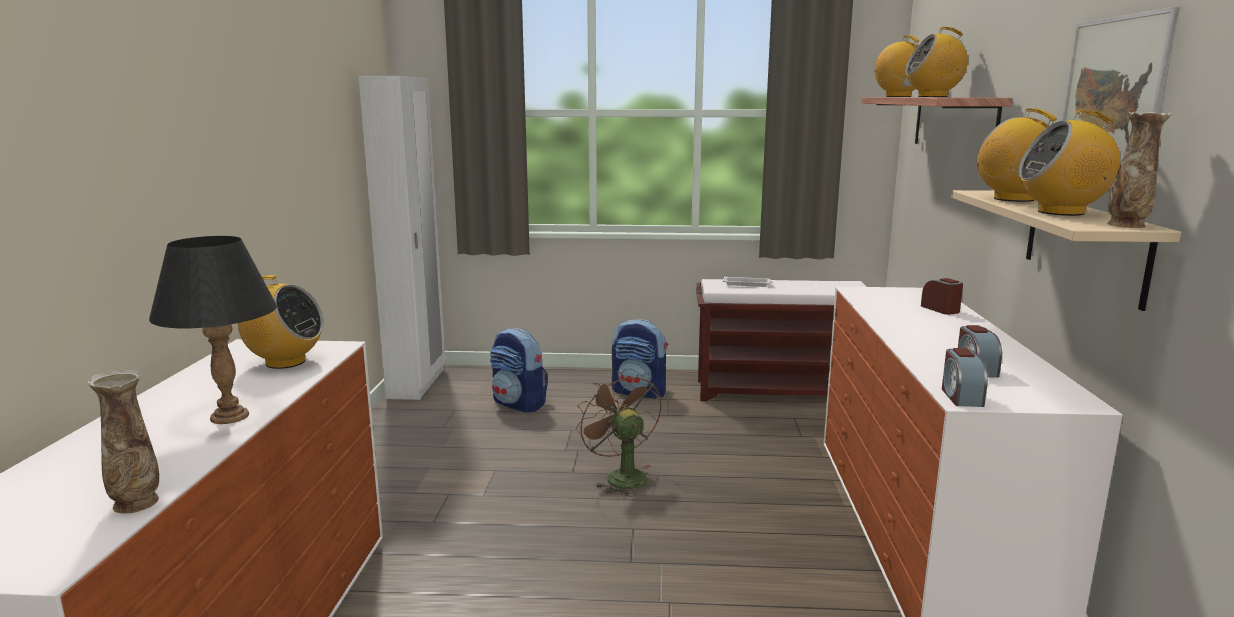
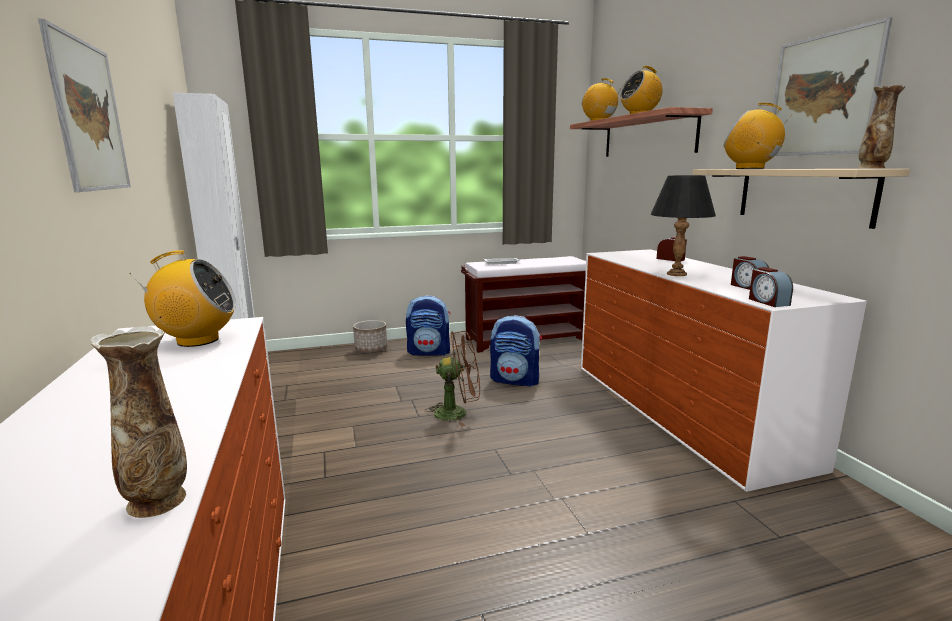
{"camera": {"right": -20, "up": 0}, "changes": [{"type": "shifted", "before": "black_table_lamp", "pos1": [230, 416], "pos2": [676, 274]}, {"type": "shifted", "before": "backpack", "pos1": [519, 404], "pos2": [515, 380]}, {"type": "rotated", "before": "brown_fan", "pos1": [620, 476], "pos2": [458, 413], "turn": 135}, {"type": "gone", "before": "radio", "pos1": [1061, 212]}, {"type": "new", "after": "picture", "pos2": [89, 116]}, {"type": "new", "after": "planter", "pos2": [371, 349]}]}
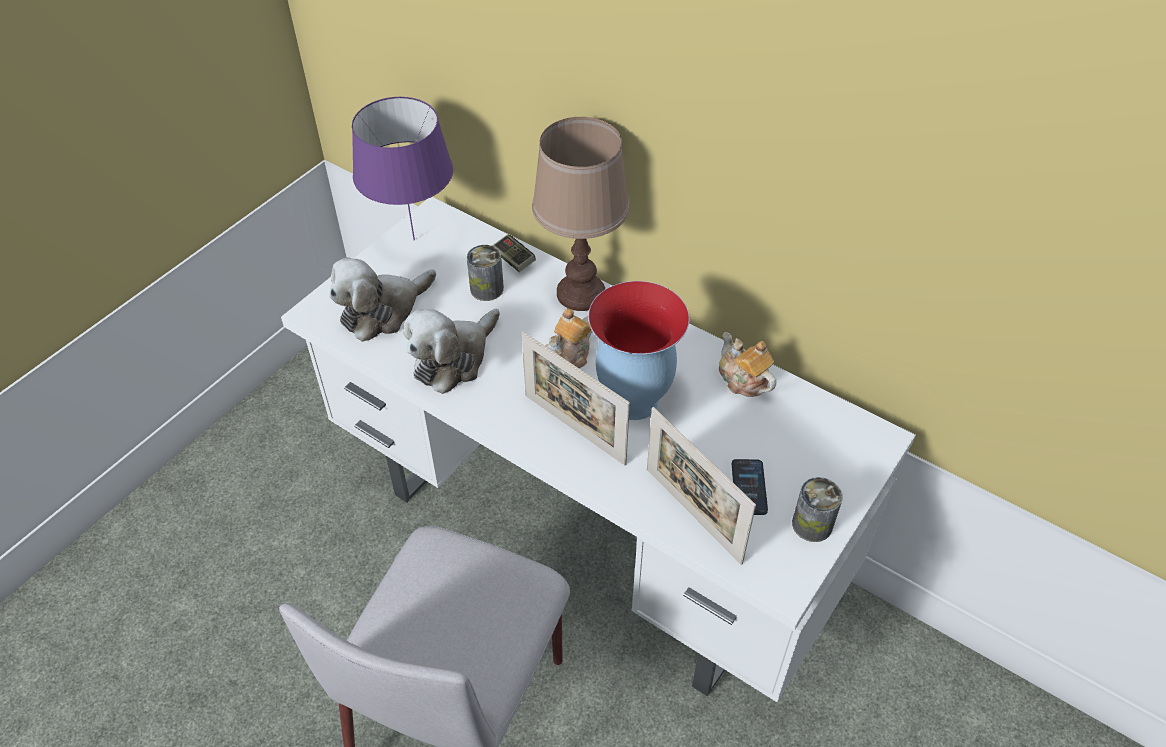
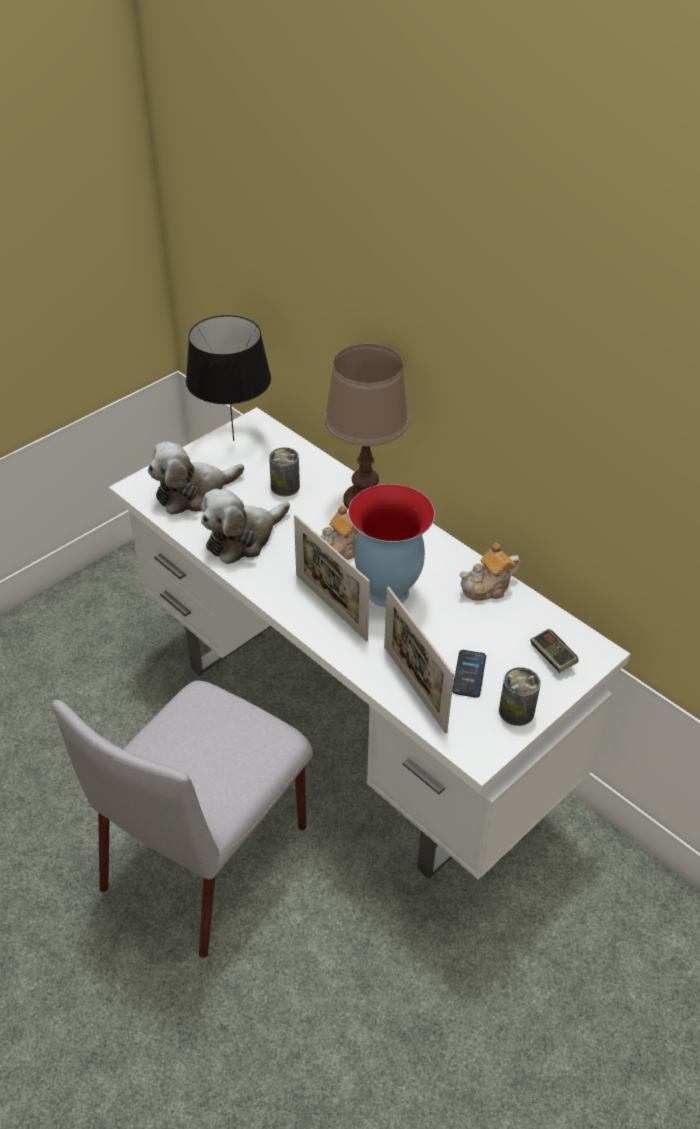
{"camera": {"right": 10, "up": -5}, "changes": [{"type": "repainted", "before": "purple_table_lamp", "after": "black_table_lamp", "pos1": [413, 240], "pos2": [232, 440]}, {"type": "shifted", "before": "game_controller", "pos1": [513, 260], "pos2": [552, 657]}, {"type": "rotated", "before": "teapot", "pos1": [743, 380], "pos2": [487, 588], "turn": -90}]}
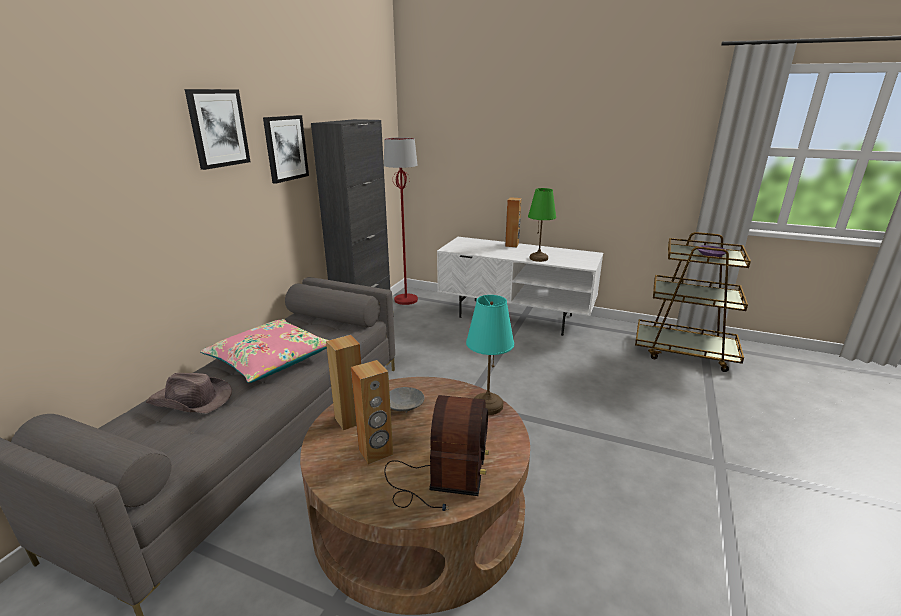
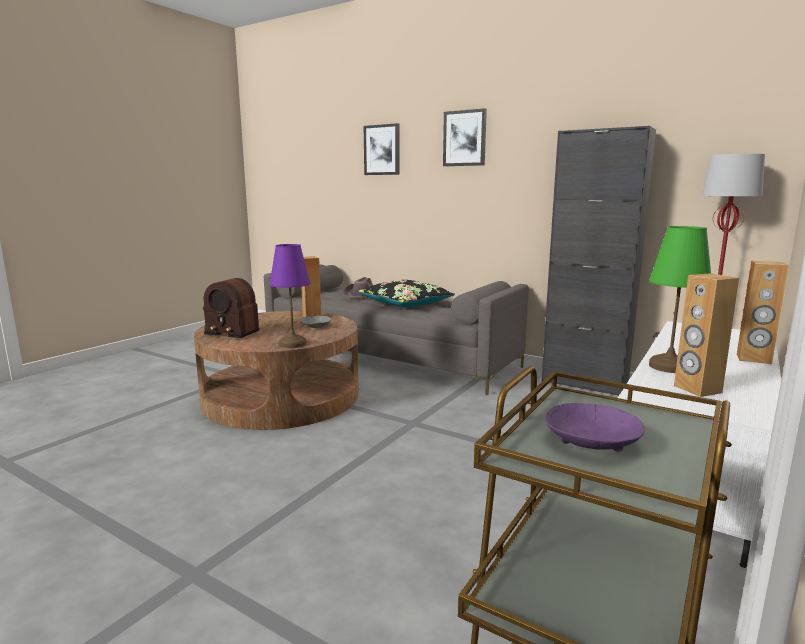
{"camera": {"right": 100, "up": -10}, "changes": [{"type": "repainted", "before": "pink_pillow", "after": "black_pillow", "pos1": [270, 360], "pos2": [406, 303]}, {"type": "shifted", "before": "picture", "pos1": [285, 148], "pos2": [382, 150]}, {"type": "shifted", "before": "brown_speaker", "pos1": [376, 452], "pos2": [697, 389]}, {"type": "repainted", "before": "turquoise_table_lamp", "after": "purple_table_lamp", "pos1": [487, 406], "pos2": [292, 344]}]}
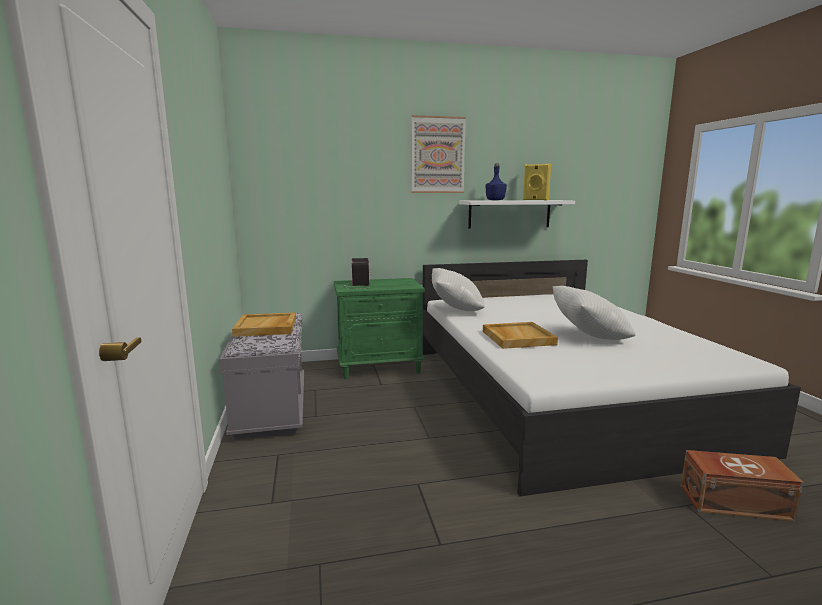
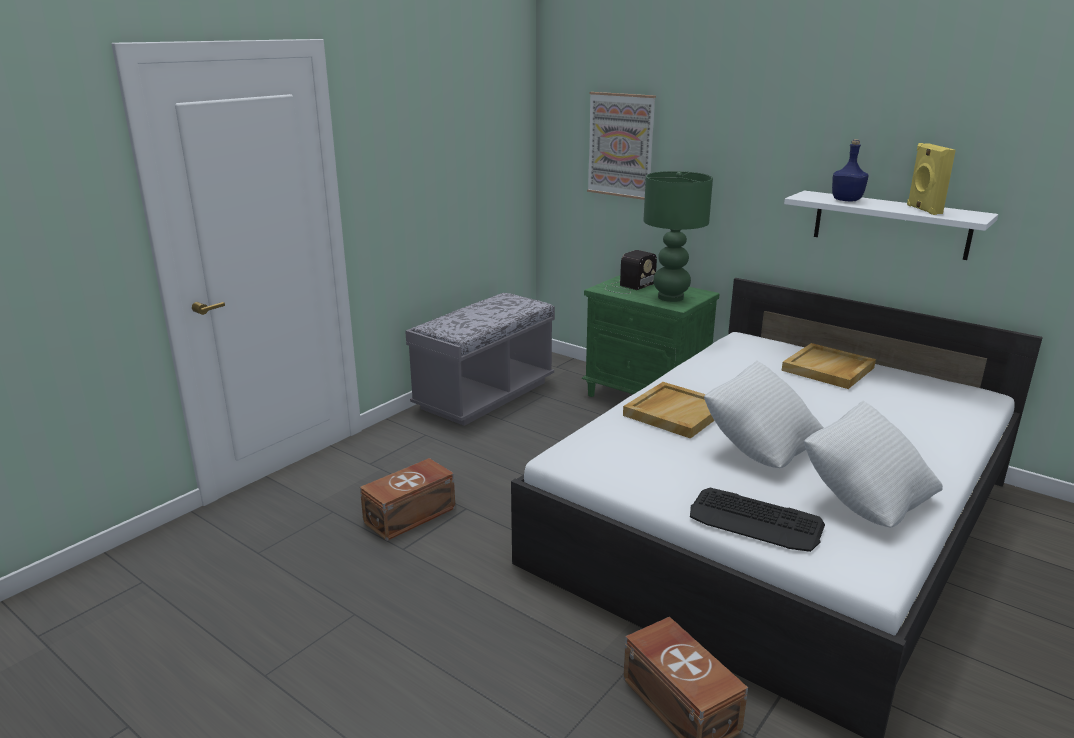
{"camera": {"right": 50, "up": 10}, "changes": [{"type": "shifted", "before": "beige_tray", "pos1": [266, 327], "pos2": [828, 369]}, {"type": "shifted", "before": "picture", "pos1": [438, 155], "pos2": [621, 145]}, {"type": "shifted", "before": "white_pillow", "pos1": [456, 309], "pos2": [865, 500]}, {"type": "new", "after": "brown_storage_box", "pos2": [411, 515]}, {"type": "new", "after": "green_table_lamp", "pos2": [671, 297]}, {"type": "new", "after": "keyboard", "pos2": [755, 521]}]}
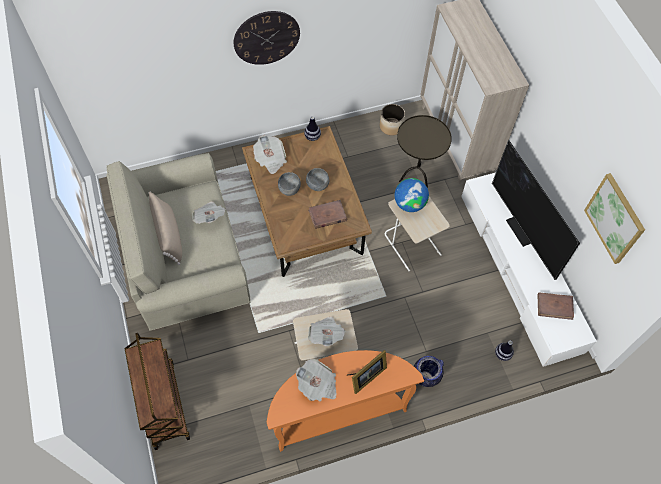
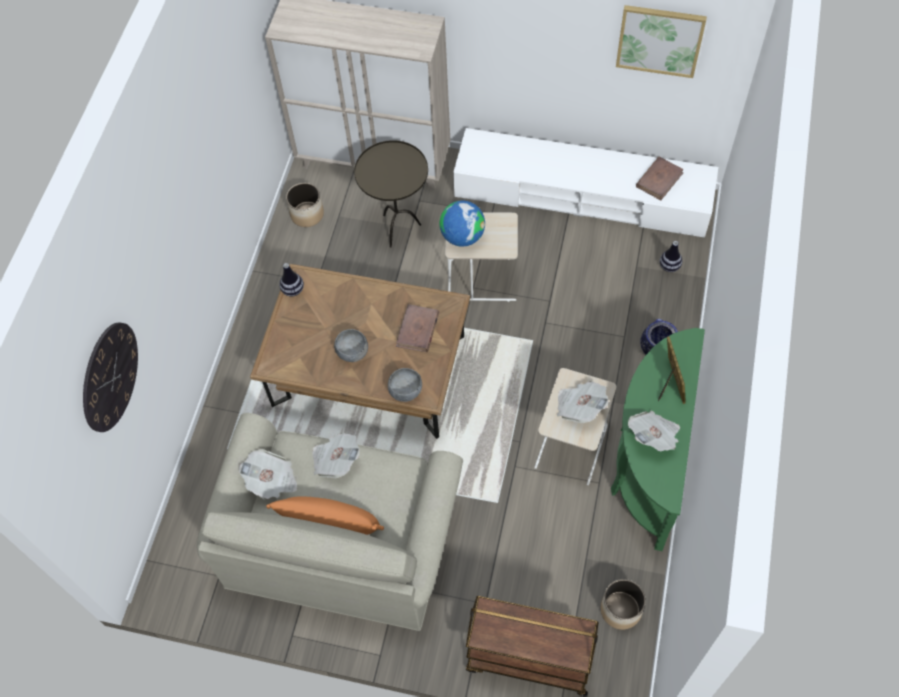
{"camera": {"right": -55, "up": 0}, "changes": [{"type": "repainted", "before": "beige_pillow", "after": "orange_pillow", "pos1": [169, 234], "pos2": [329, 522]}, {"type": "shifted", "before": "wall_clock", "pos1": [266, 38], "pos2": [109, 377]}, {"type": "shifted", "before": "newspaper", "pos1": [270, 159], "pos2": [272, 481]}, {"type": "repainted", "before": "orange_console_table", "after": "green_console_table", "pos1": [338, 412], "pos2": [647, 464]}, {"type": "shifted", "before": "grey_bowl", "pos1": [317, 185], "pos2": [405, 392]}, {"type": "gone", "before": "television", "pos1": [522, 230]}, {"type": "new", "after": "planter", "pos2": [620, 610]}]}
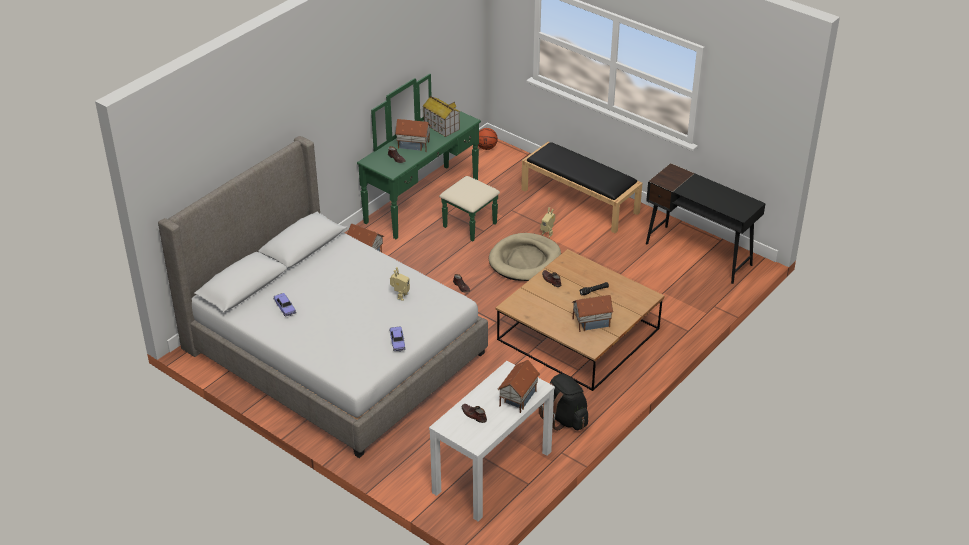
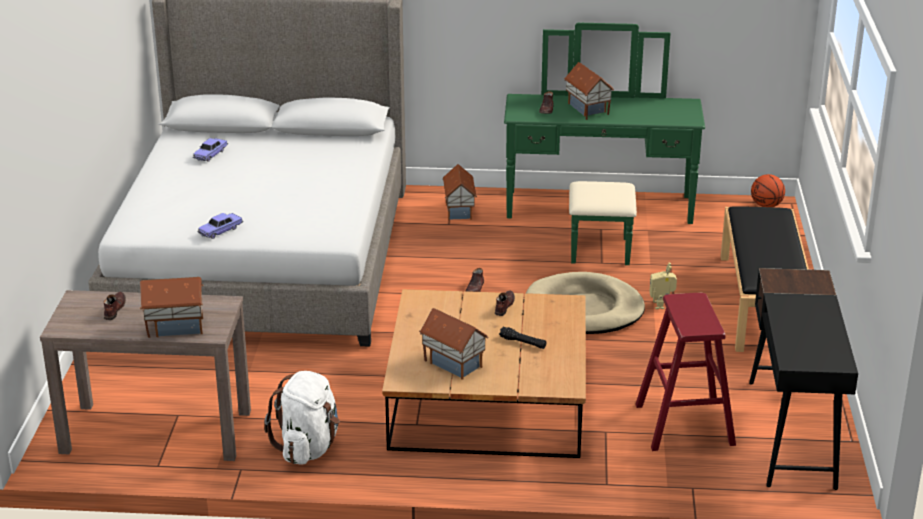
{"camera": {"right": 55, "up": -10}, "changes": [{"type": "gone", "before": "toy_robot", "pos1": [400, 296]}, {"type": "gone", "before": "toy_house", "pos1": [441, 126]}, {"type": "repainted", "before": "white_console_table", "after": "brown_console_table", "pos1": [492, 472], "pos2": [155, 432]}, {"type": "repainted", "before": "black_backpack", "after": "white_backpack", "pos1": [564, 418], "pos2": [308, 448]}, {"type": "new", "after": "red_stool", "pos2": [684, 424]}]}
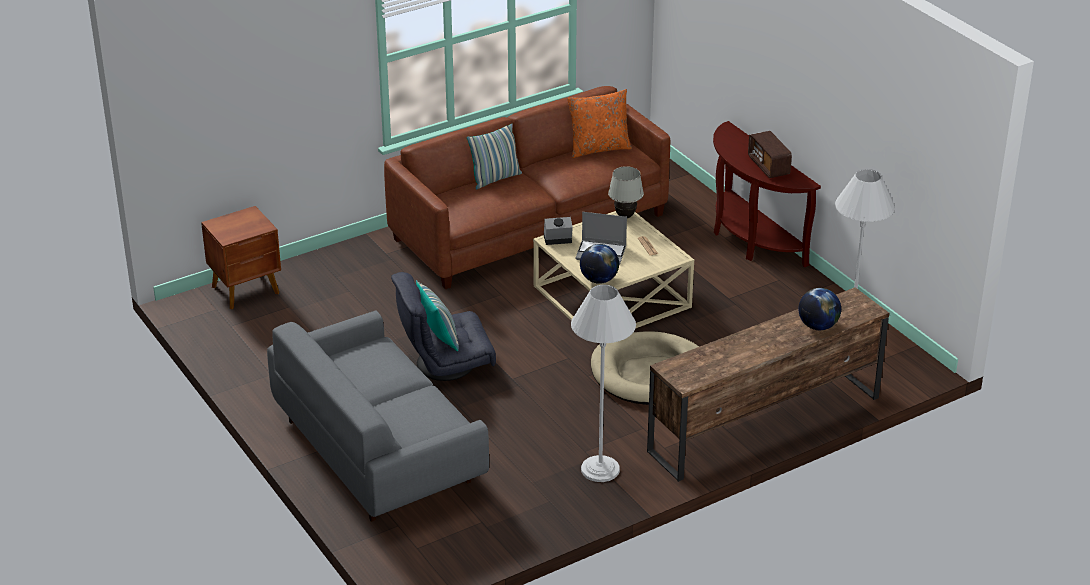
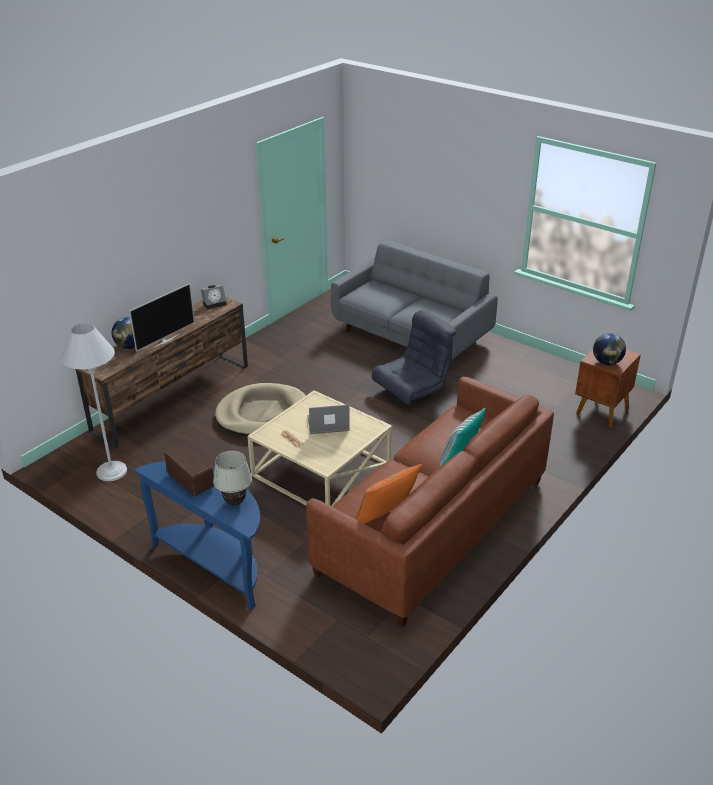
{"camera": {"right": 160, "up": 0}, "changes": [{"type": "gone", "before": "pillow", "pos1": [439, 337]}, {"type": "shifted", "before": "alarm_clock", "pos1": [557, 240], "pos2": [215, 303]}, {"type": "gone", "before": "white_floor_lamp", "pos1": [600, 469]}, {"type": "shifted", "before": "globe", "pos1": [599, 280], "pos2": [607, 362]}, {"type": "shifted", "before": "white_table_lamp", "pos1": [625, 216], "pos2": [235, 502]}, {"type": "repainted", "before": "brown_console_table", "after": "blue_console_table", "pos1": [750, 239], "pos2": [215, 564]}, {"type": "new", "after": "television", "pos2": [164, 341]}]}
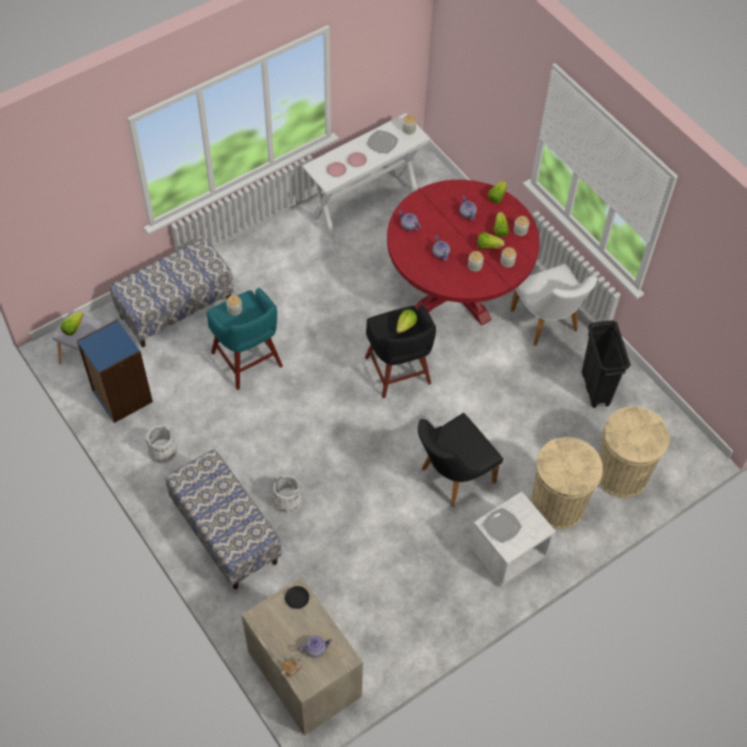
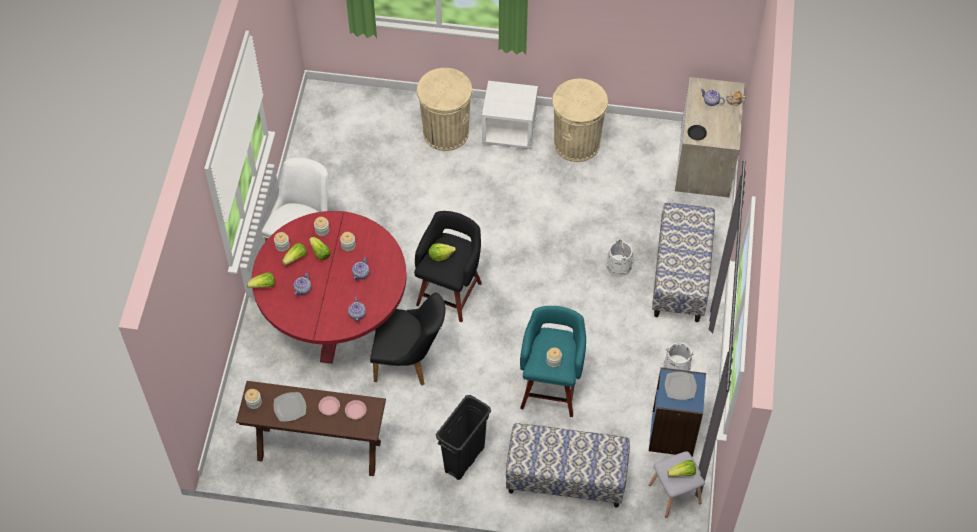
{"camera": {"right": -135, "up": 0}, "changes": [{"type": "repainted", "before": "white_console_table", "after": "brown_console_table", "pos1": [365, 205], "pos2": [319, 450]}, {"type": "shifted", "before": "black_chair", "pos1": [451, 477], "pos2": [410, 362]}, {"type": "shifted", "before": "plate", "pos1": [501, 525], "pos2": [680, 387]}, {"type": "shifted", "before": "black_trash_can", "pos1": [595, 389], "pos2": [464, 458]}, {"type": "shifted", "before": "beige_trash_can", "pos1": [621, 474], "pos2": [577, 143]}]}
